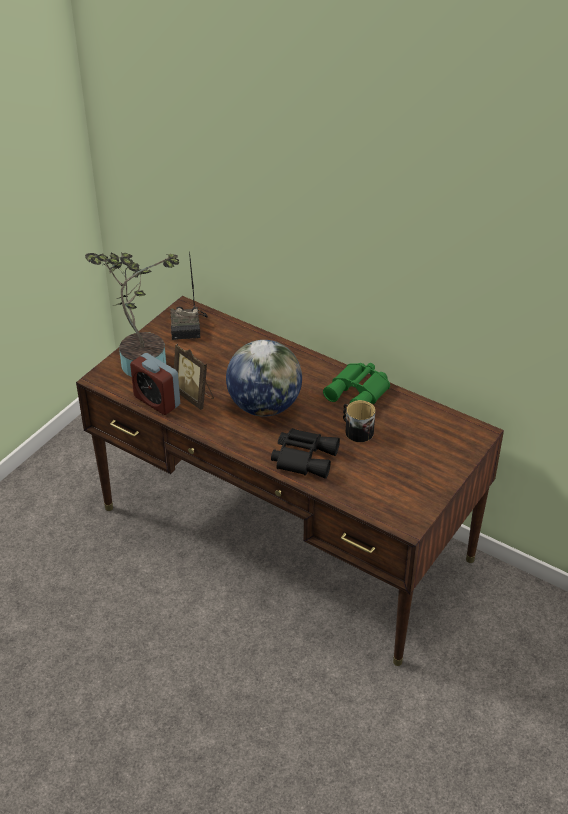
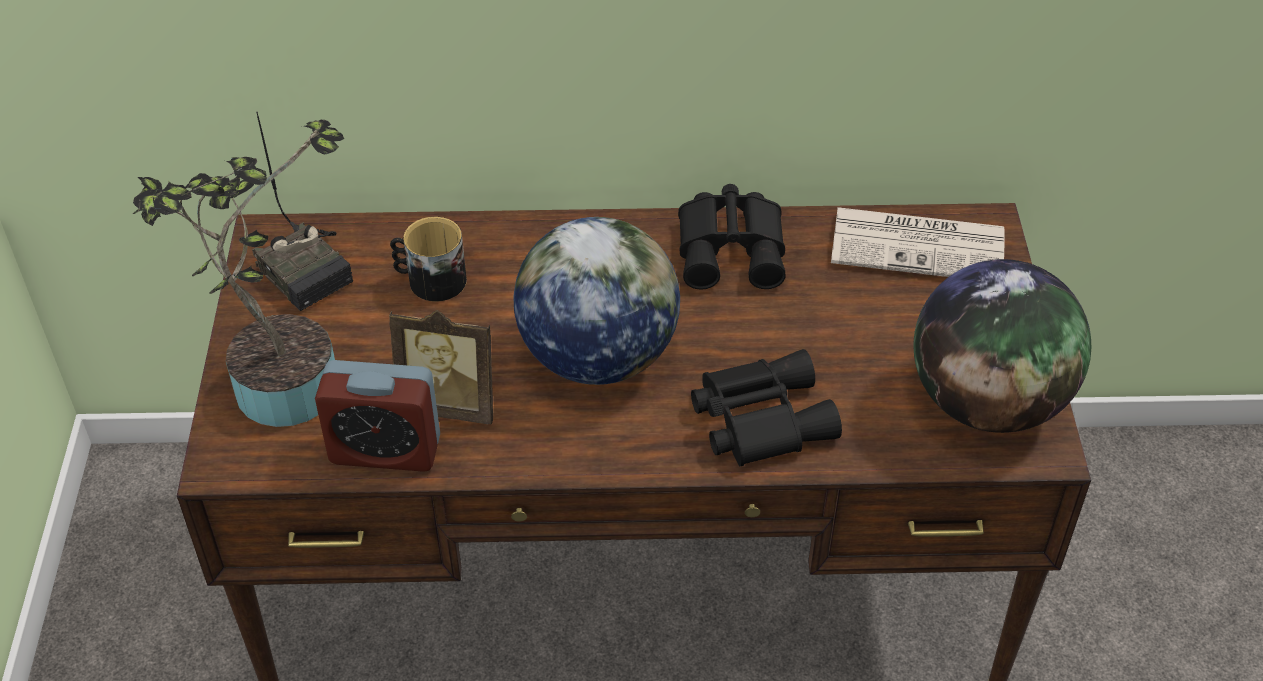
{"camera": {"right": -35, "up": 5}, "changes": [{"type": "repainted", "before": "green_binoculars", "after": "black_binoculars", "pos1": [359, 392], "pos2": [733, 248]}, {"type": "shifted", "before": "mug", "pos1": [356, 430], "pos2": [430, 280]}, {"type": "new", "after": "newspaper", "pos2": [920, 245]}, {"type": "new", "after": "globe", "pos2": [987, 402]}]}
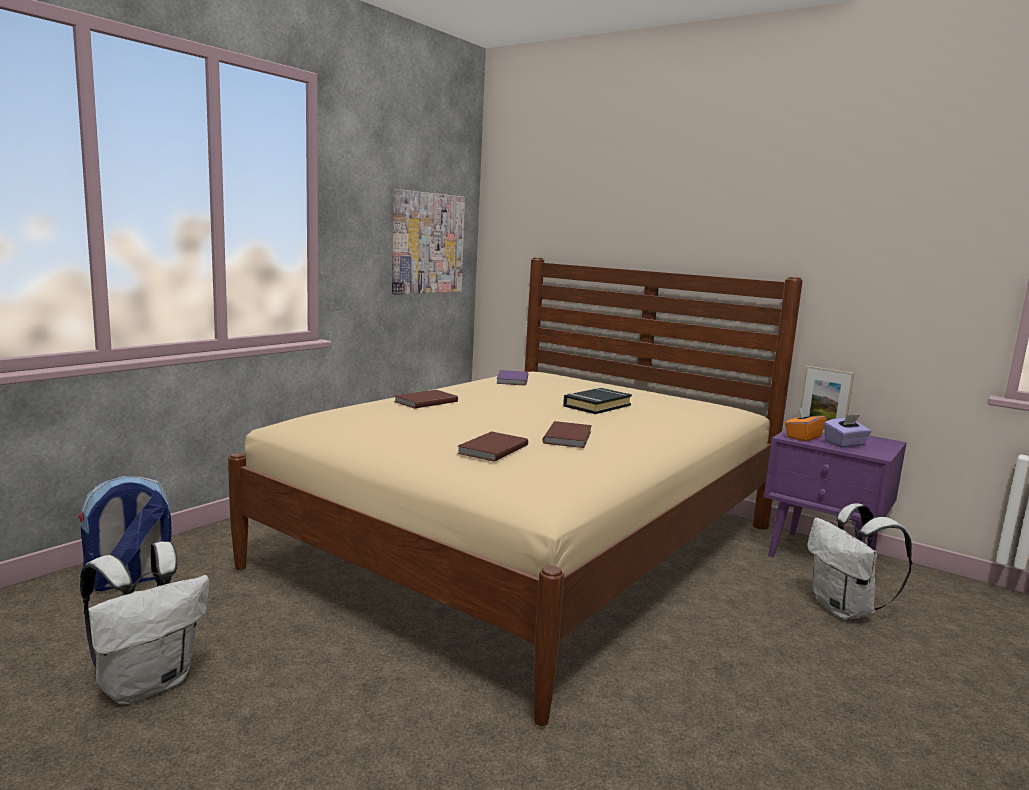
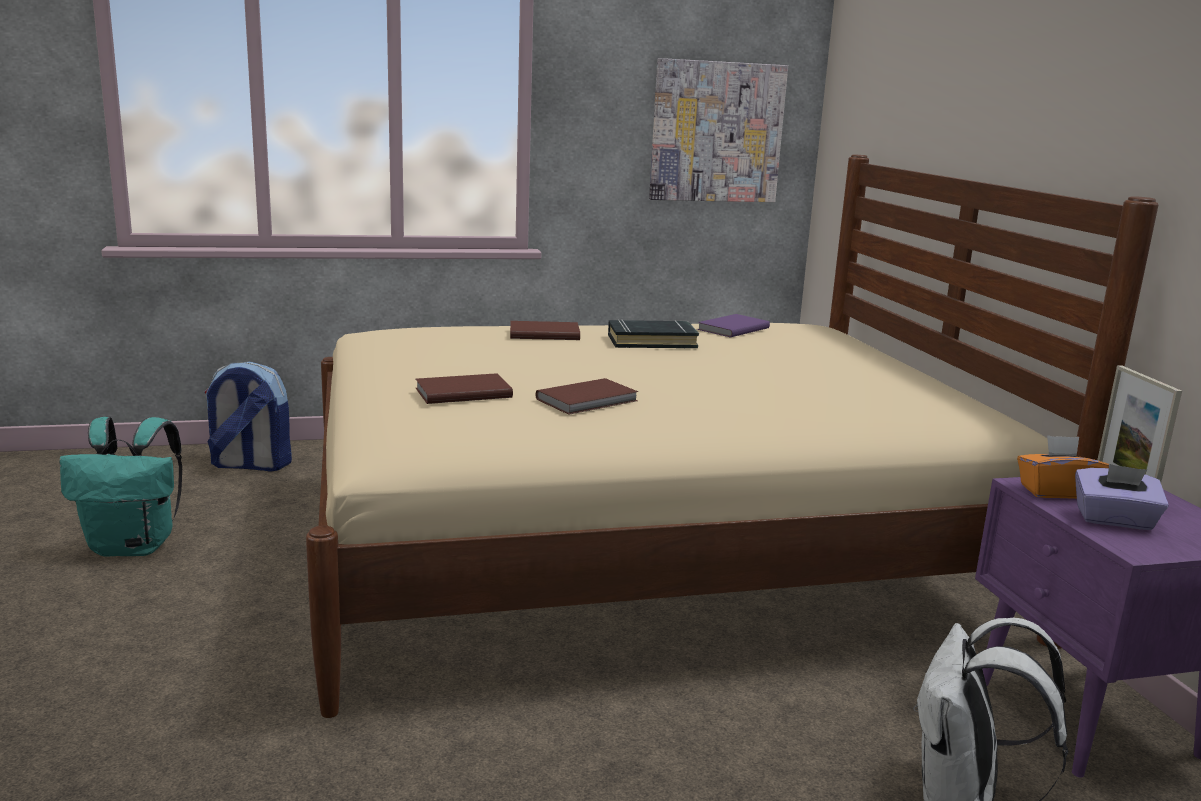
{"camera": {"right": 40, "up": 5}, "changes": [{"type": "repainted", "before": "white_backpack", "after": "turquoise_backpack", "pos1": [147, 683], "pos2": [134, 546]}, {"type": "shifted", "before": "black_book", "pos1": [596, 406], "pos2": [651, 341]}]}
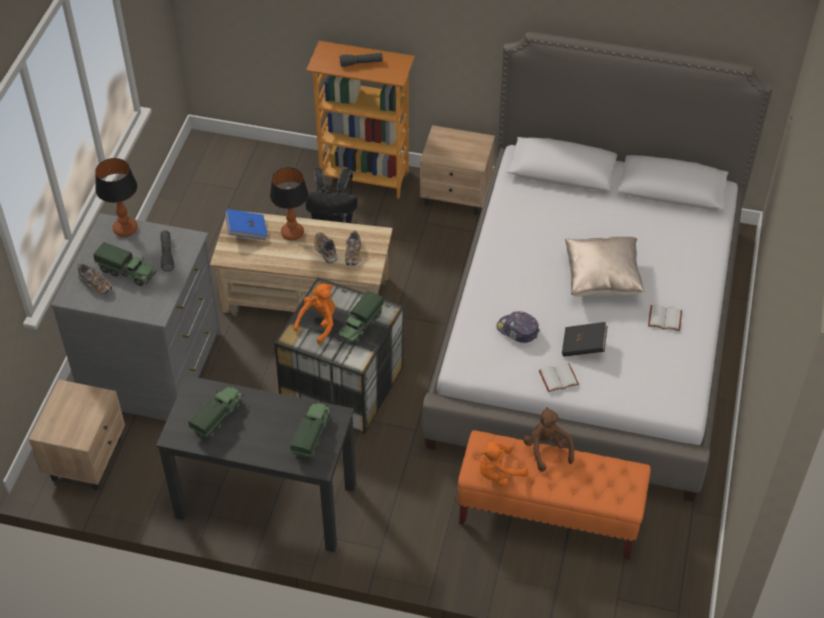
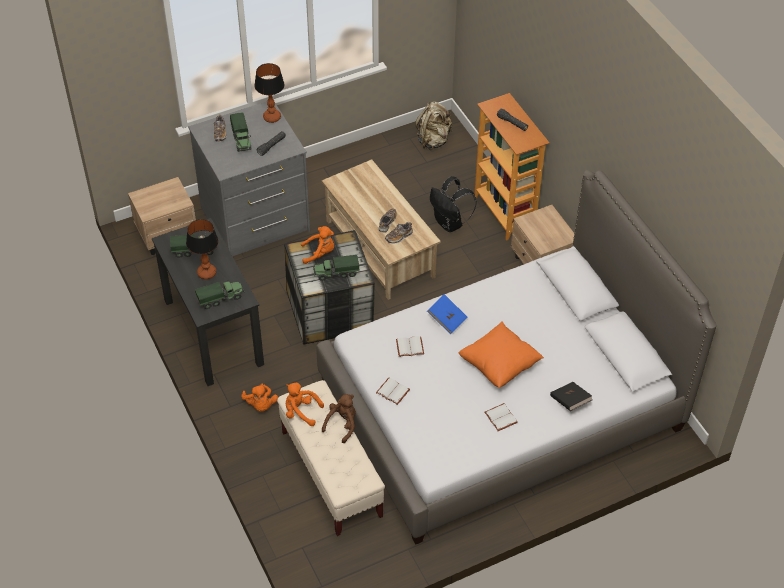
{"camera": {"right": 50, "up": 0}, "changes": [{"type": "shifted", "before": "blue_book", "pos1": [247, 231], "pos2": [447, 319]}, {"type": "shifted", "before": "table_lamp", "pos1": [292, 233], "pos2": [206, 273]}, {"type": "repainted", "before": "orange_bench", "after": "beige_bench", "pos1": [549, 515], "pos2": [331, 474]}, {"type": "swapped", "before": "cap", "after": "white_book", "pos1": [517, 330], "pos2": [409, 348]}, {"type": "shifted", "before": "black_book", "pos1": [583, 347], "pos2": [570, 402]}, {"type": "repainted", "before": "beige_pillow", "after": "orange_pillow", "pos1": [602, 280], "pos2": [499, 365]}, {"type": "new", "after": "orange_plush_toy", "pos2": [260, 405]}, {"type": "new", "after": "beige_backpack", "pos2": [433, 140]}]}
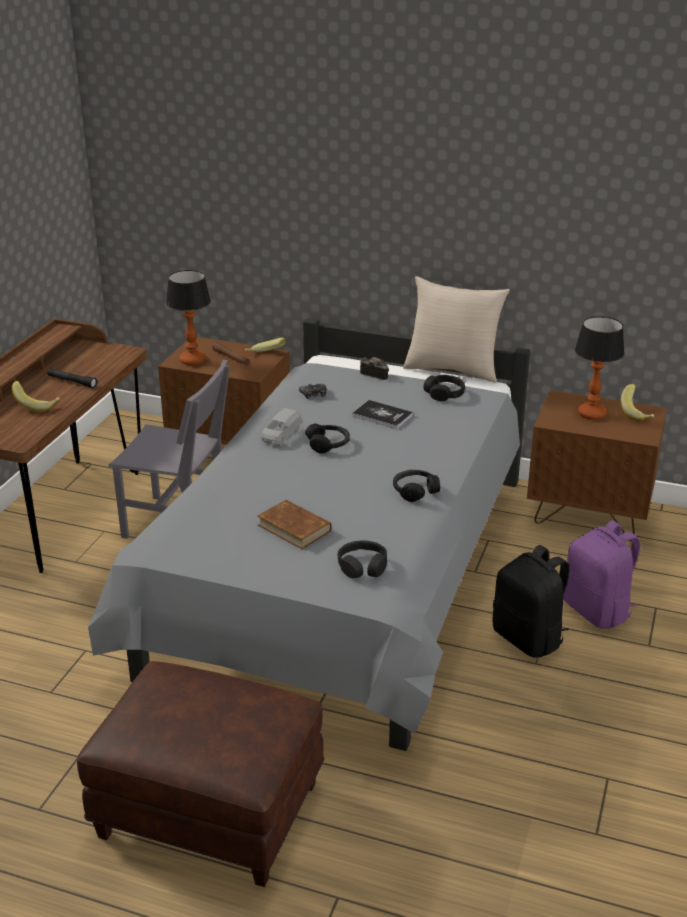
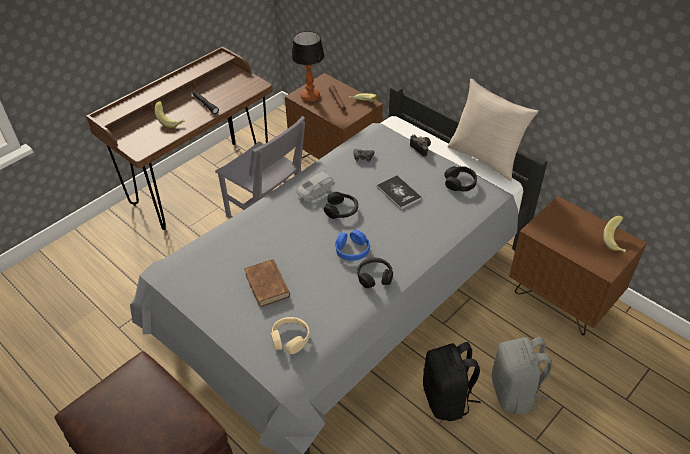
{"camera": {"right": 25, "up": 15}, "changes": [{"type": "repainted", "before": "black_headphones", "after": "beige_headphones", "pos1": [362, 566], "pos2": [290, 339]}, {"type": "repainted", "before": "purple_backpack", "after": "grey_backpack", "pos1": [597, 611], "pos2": [514, 393]}, {"type": "gone", "before": "table_lamp", "pos1": [592, 414]}, {"type": "new", "after": "blue_headphones", "pos2": [352, 250]}]}
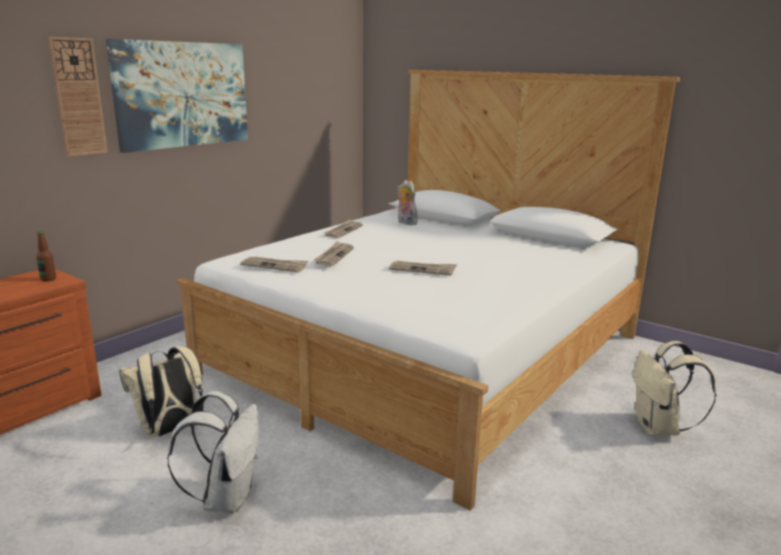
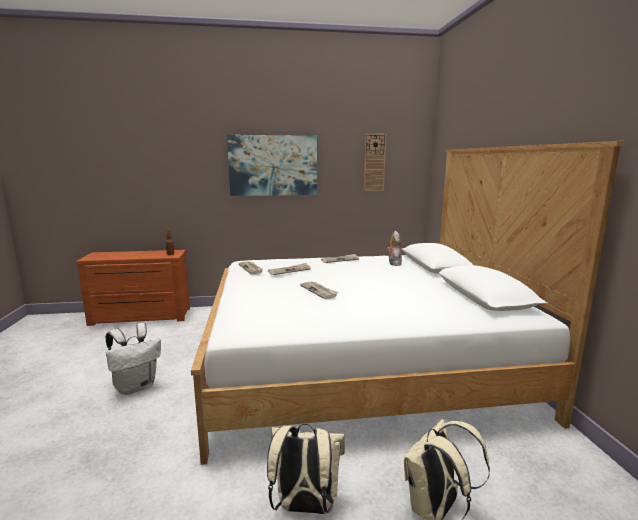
{"camera": {"right": 45, "up": -5}, "changes": [{"type": "shifted", "before": "wall_clock", "pos1": [78, 97], "pos2": [374, 162]}, {"type": "shifted", "before": "beige_backpack", "pos1": [170, 430], "pos2": [305, 507]}]}
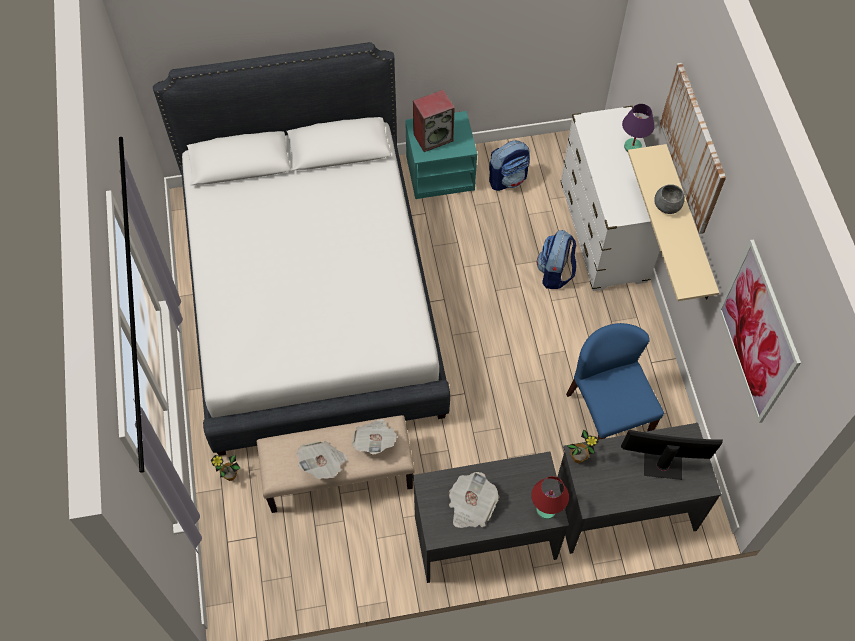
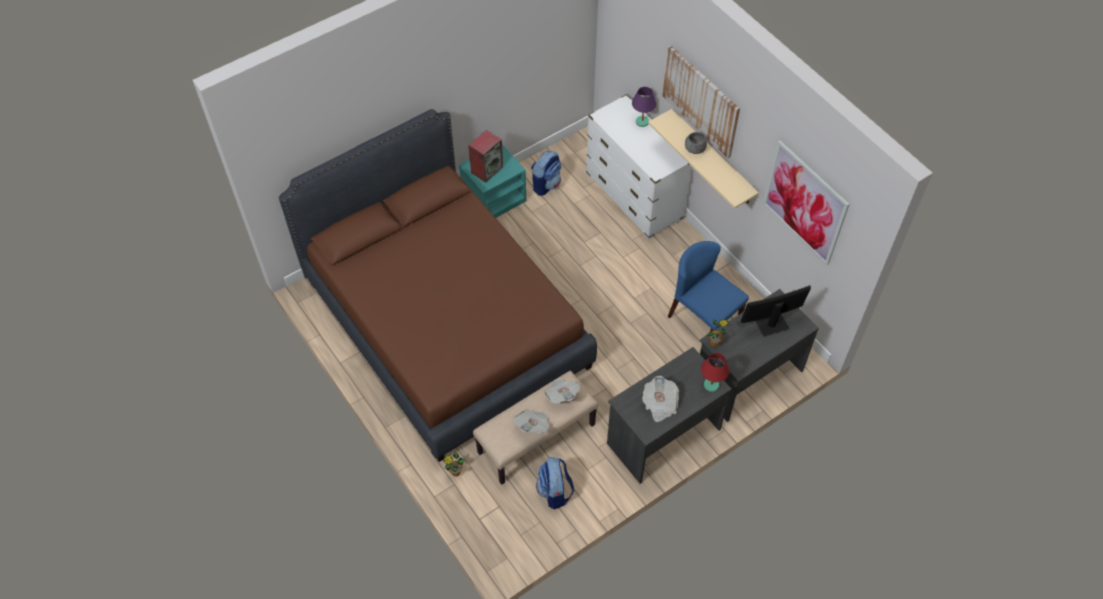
{"camera": {"right": -25, "up": -5}, "changes": [{"type": "repainted", "before": "white_bed", "after": "brown_bed", "pos1": [312, 298], "pos2": [447, 323]}, {"type": "shifted", "before": "backpack", "pos1": [555, 273], "pos2": [555, 492]}]}
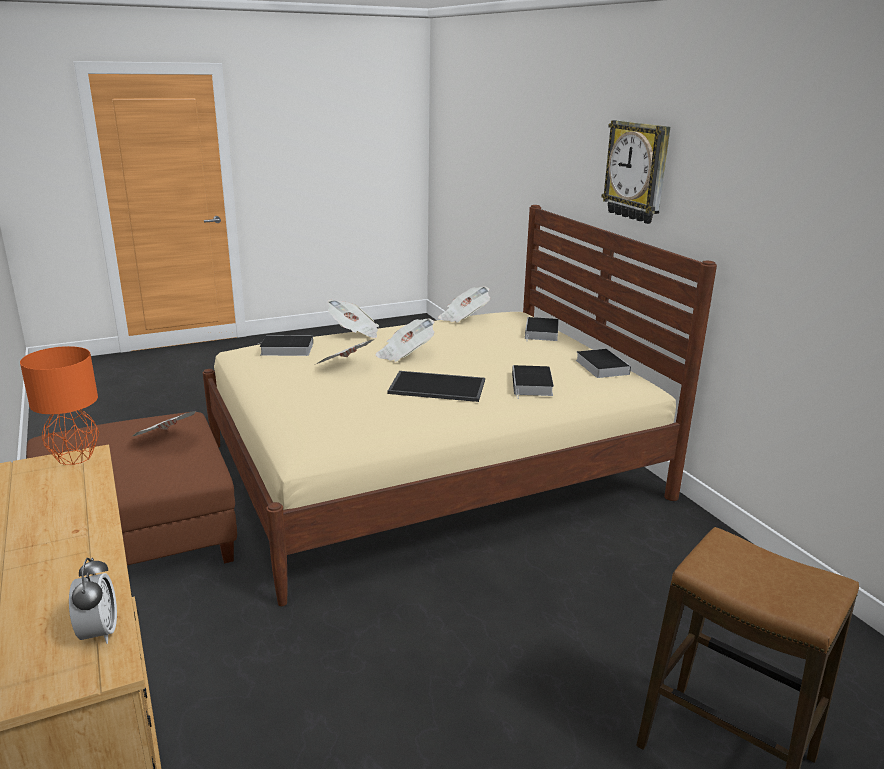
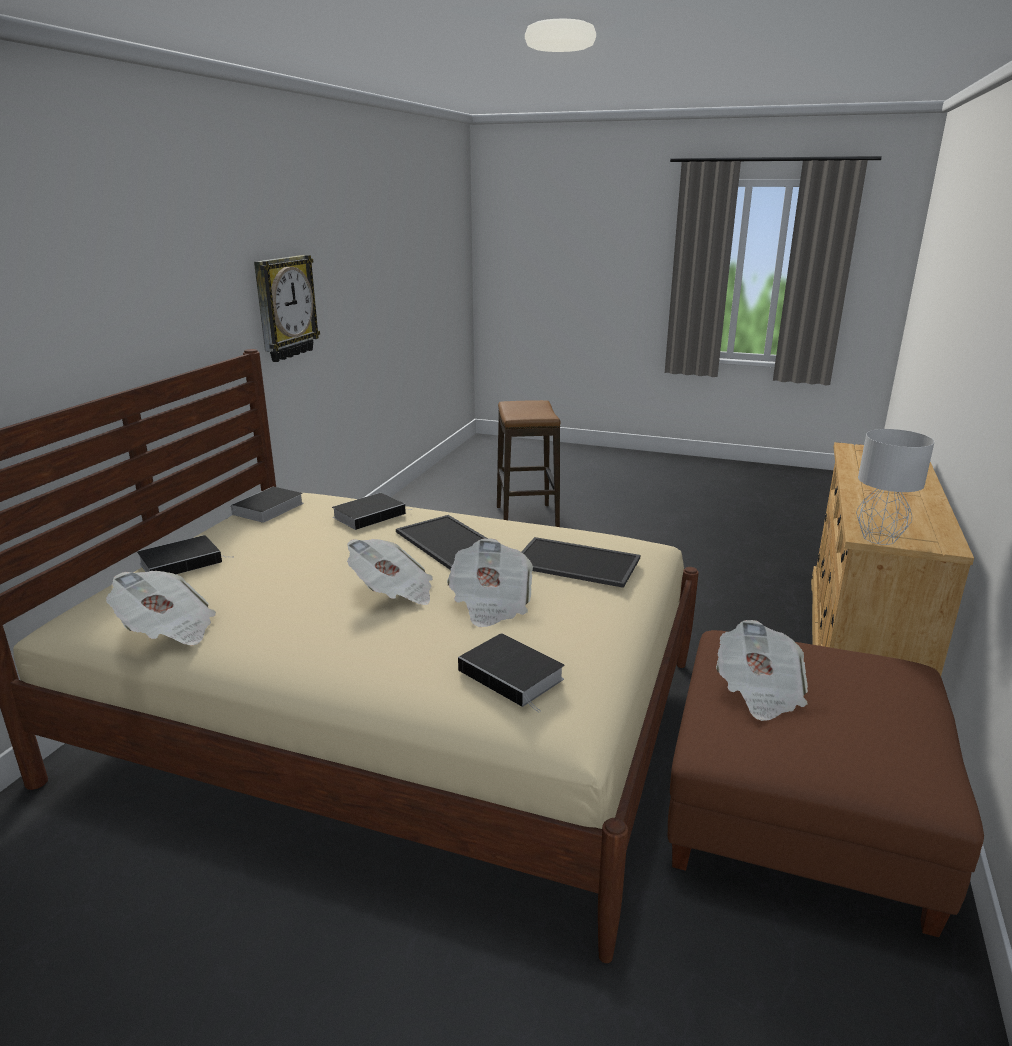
{"camera": {"right": -135, "up": 0}, "changes": [{"type": "repainted", "before": "orange_table_lamp", "after": "grey_table_lamp", "pos1": [73, 457], "pos2": [880, 538]}, {"type": "gone", "before": "alarm_clock", "pos1": [99, 633]}, {"type": "gone", "before": "newspaper", "pos1": [354, 332]}, {"type": "shifted", "before": "wall_clock", "pos1": [637, 171], "pos2": [284, 307]}, {"type": "new", "after": "tray", "pos2": [578, 562]}]}
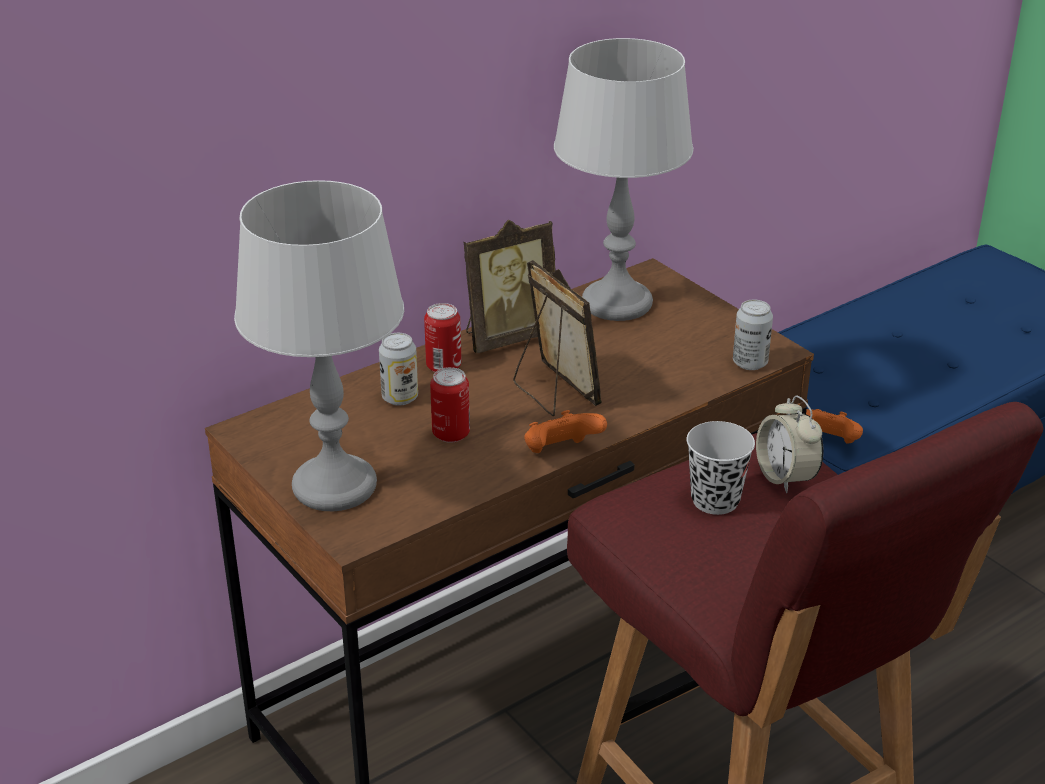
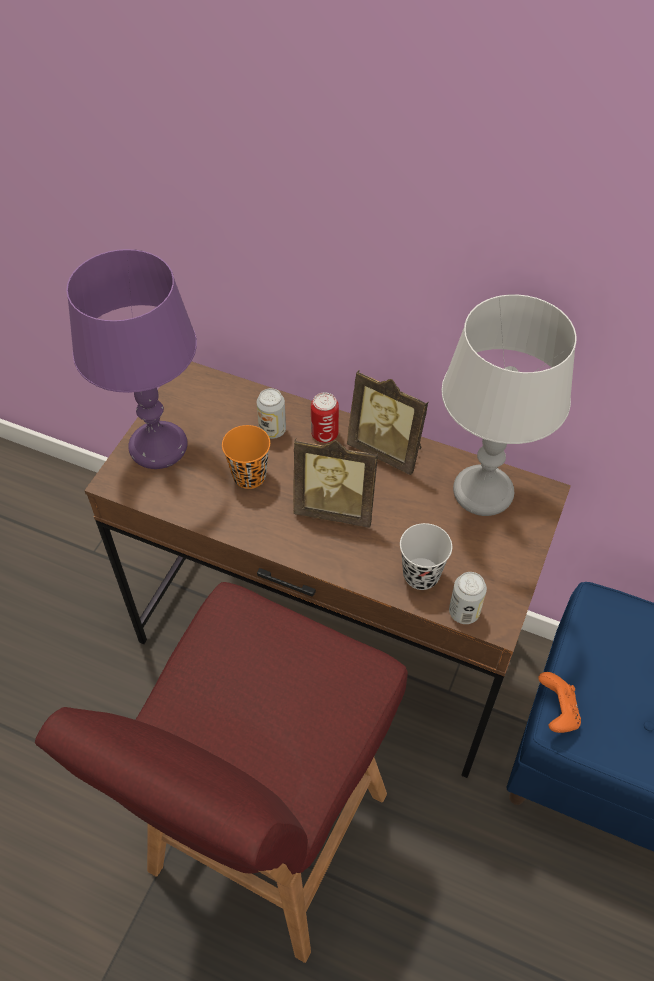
{"camera": {"right": 60, "up": 20}, "changes": [{"type": "repainted", "before": "grey_table_lamp", "after": "purple_table_lamp", "pos1": [333, 486], "pos2": [158, 446]}, {"type": "swapped", "before": "can", "after": "orange_cup", "pos1": [451, 434], "pos2": [249, 476]}, {"type": "rotated", "before": "picture_frame", "pos1": [553, 393], "pos2": [335, 508], "turn": 75}, {"type": "gone", "before": "orange_game_controller", "pos1": [560, 453]}, {"type": "shifted", "before": "black_cup", "pos1": [715, 500], "pos2": [421, 575]}, {"type": "gone", "before": "alarm_clock", "pos1": [785, 477]}]}
